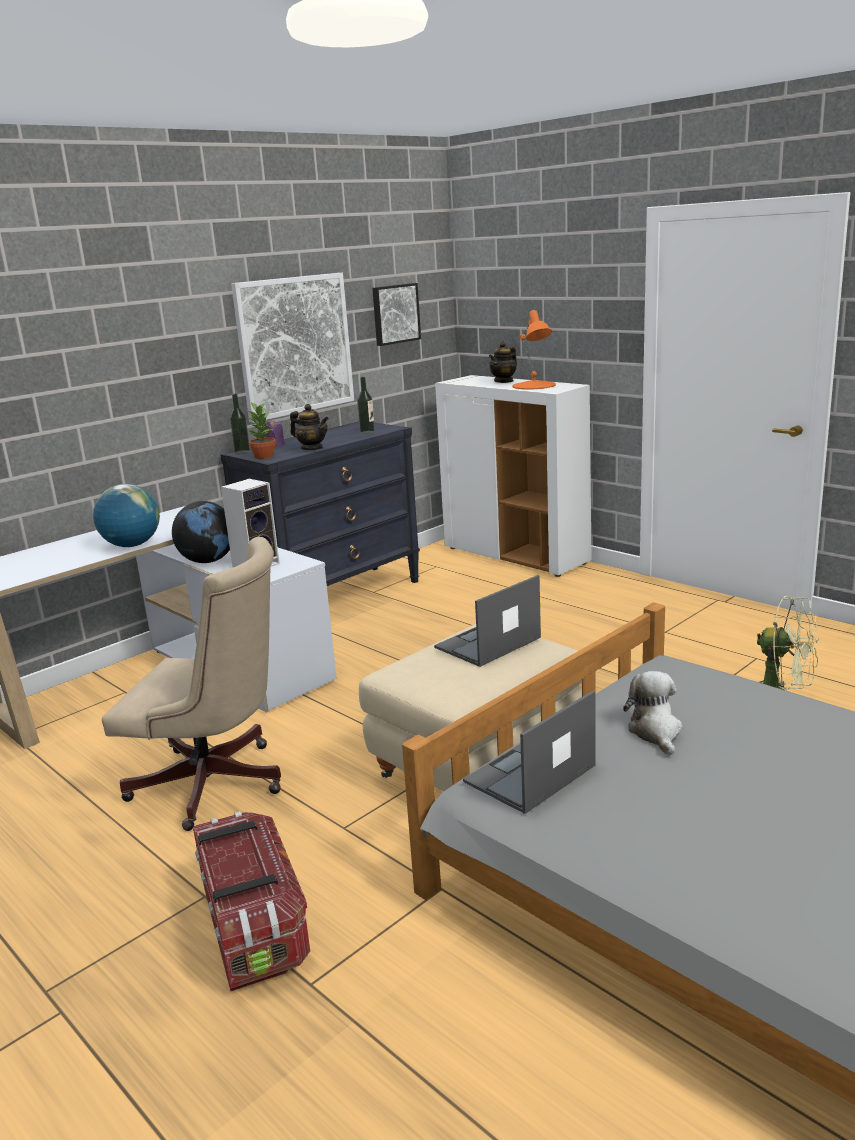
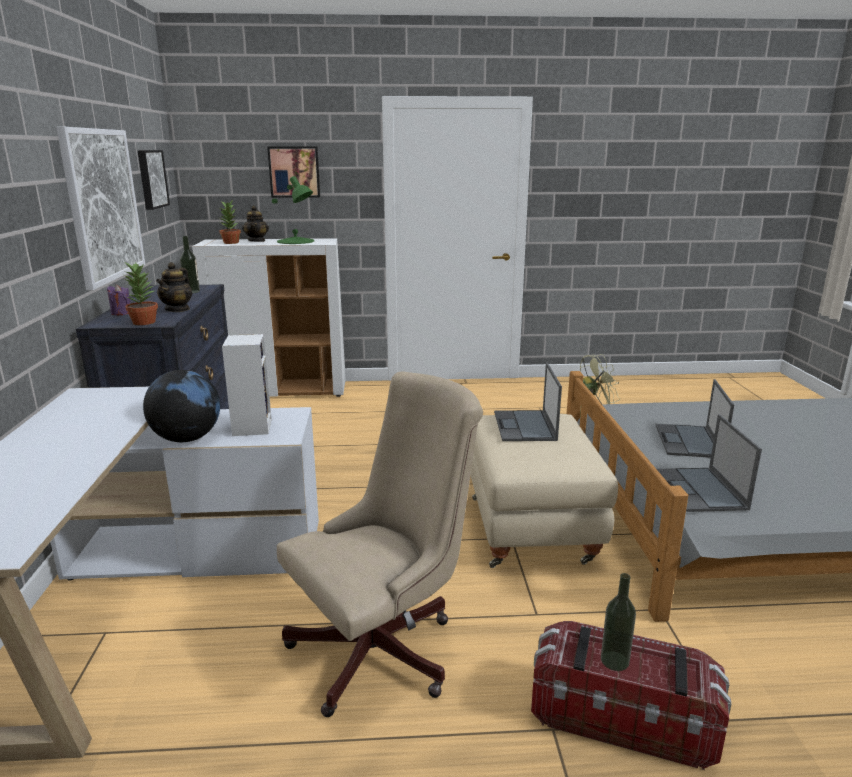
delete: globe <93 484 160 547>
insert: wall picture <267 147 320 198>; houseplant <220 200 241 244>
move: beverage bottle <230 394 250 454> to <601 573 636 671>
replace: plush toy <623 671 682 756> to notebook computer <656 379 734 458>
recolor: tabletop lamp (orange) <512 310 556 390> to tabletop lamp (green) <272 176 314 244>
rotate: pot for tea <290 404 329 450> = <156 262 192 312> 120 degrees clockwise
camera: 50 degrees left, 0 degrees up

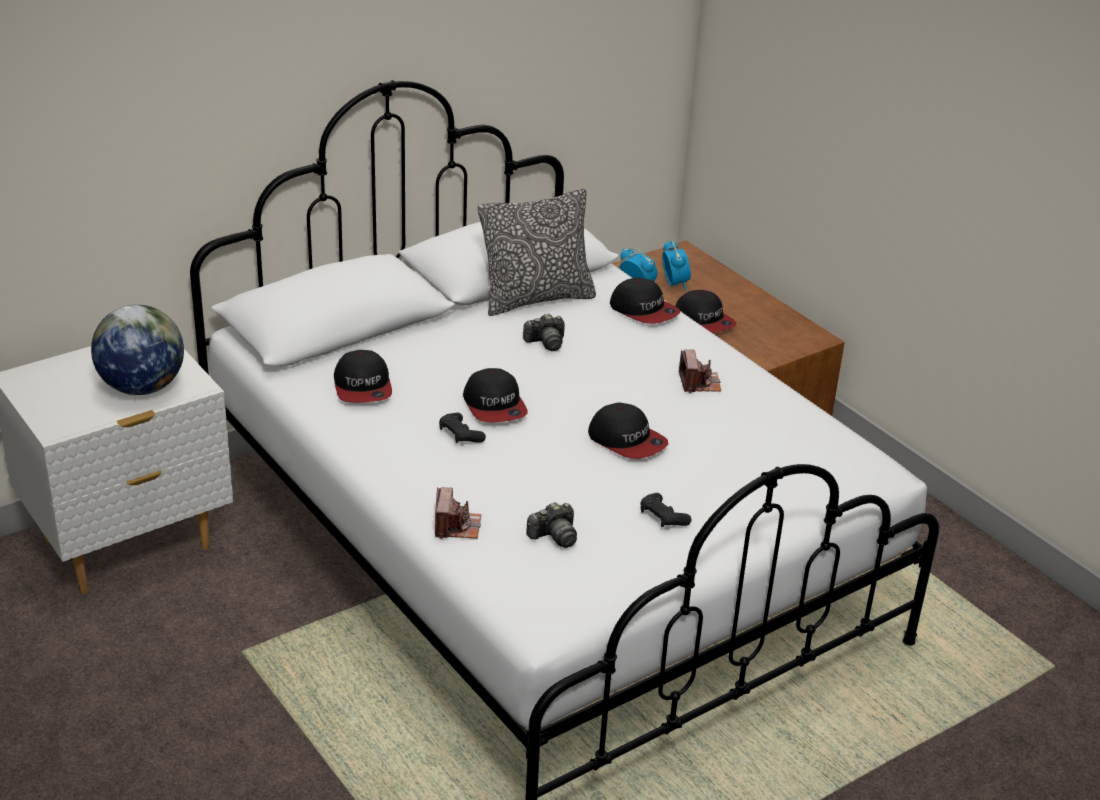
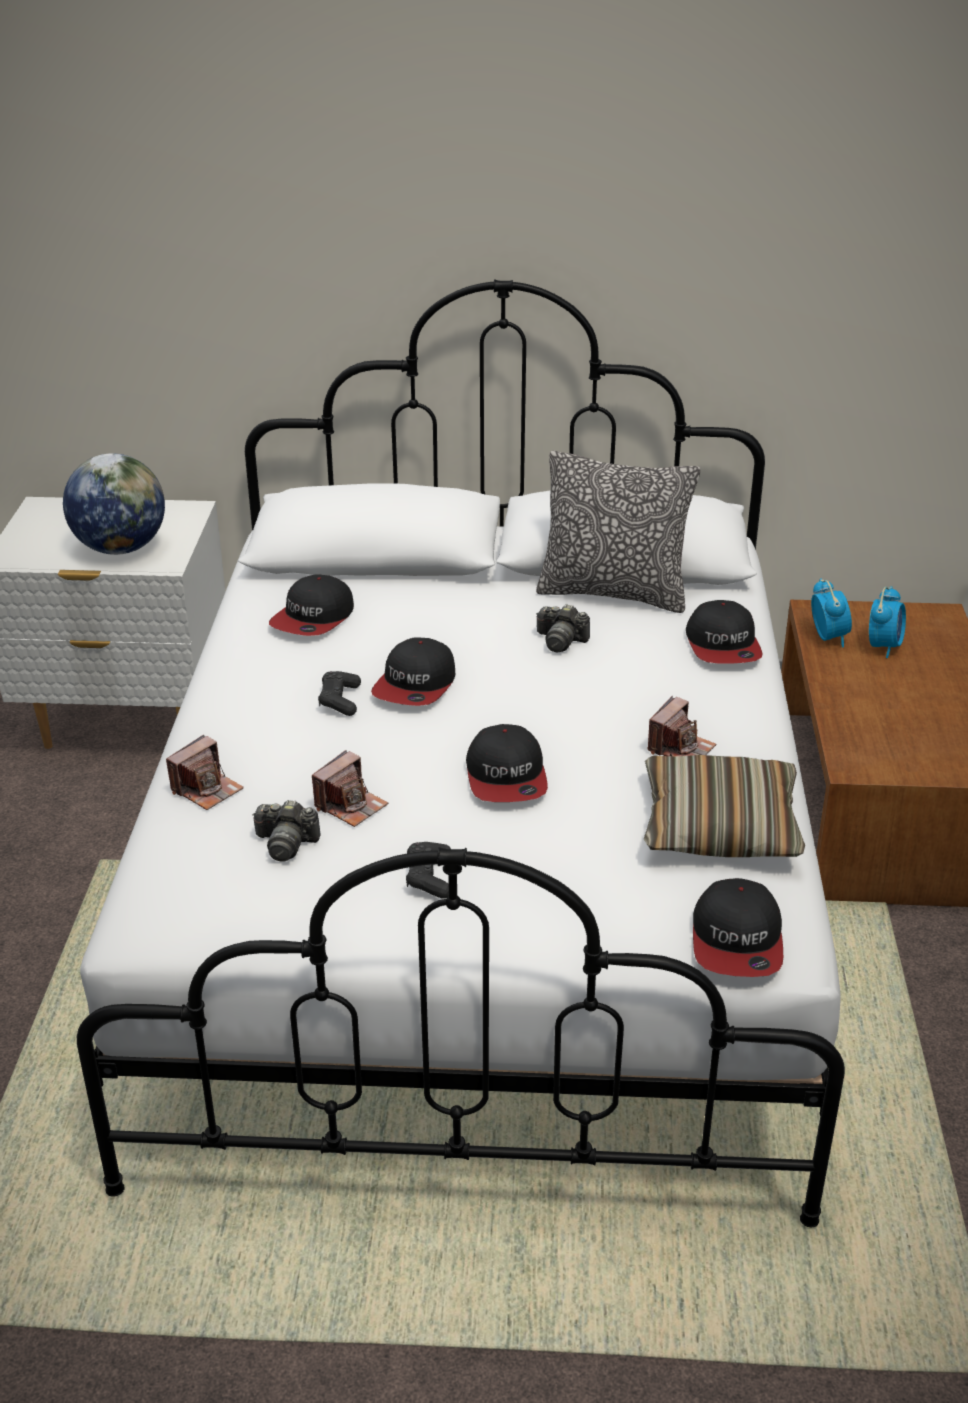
insert: photo camera <312 750 388 827>; cushion <644 755 805 857>
move: baseball cap <675 290 736 333> to <693 878 783 977>
camera: 40 degrees right, 0 degrees up

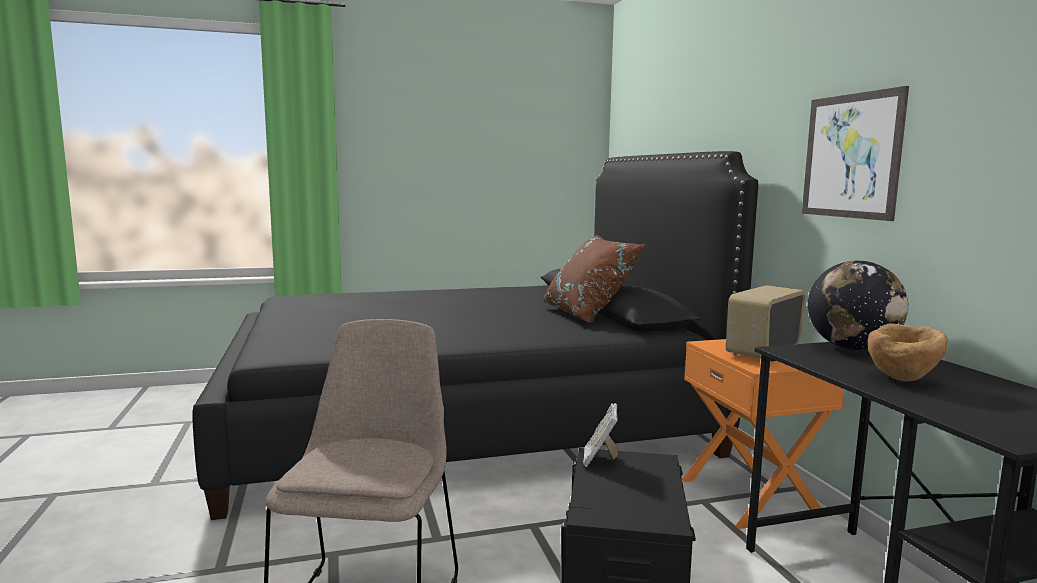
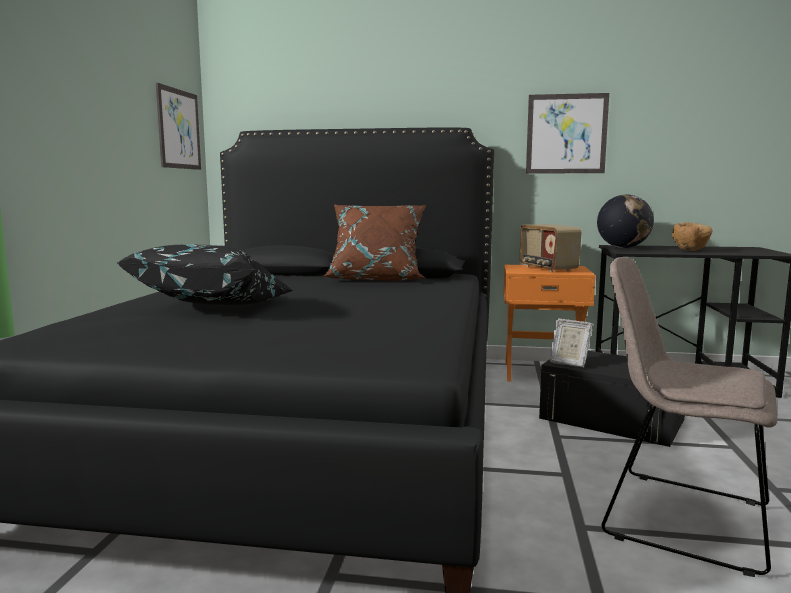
insert: wall picture <156 83 201 170>; cushion (black-coloured) <118 245 293 305>
camera: 65 degrees left, 0 degrees up

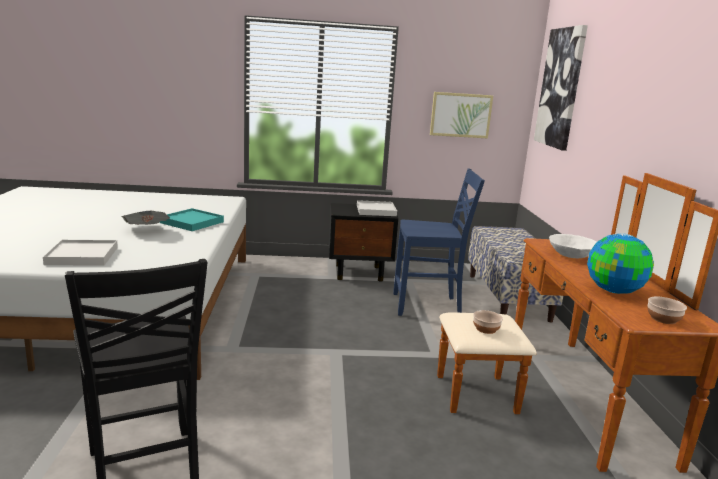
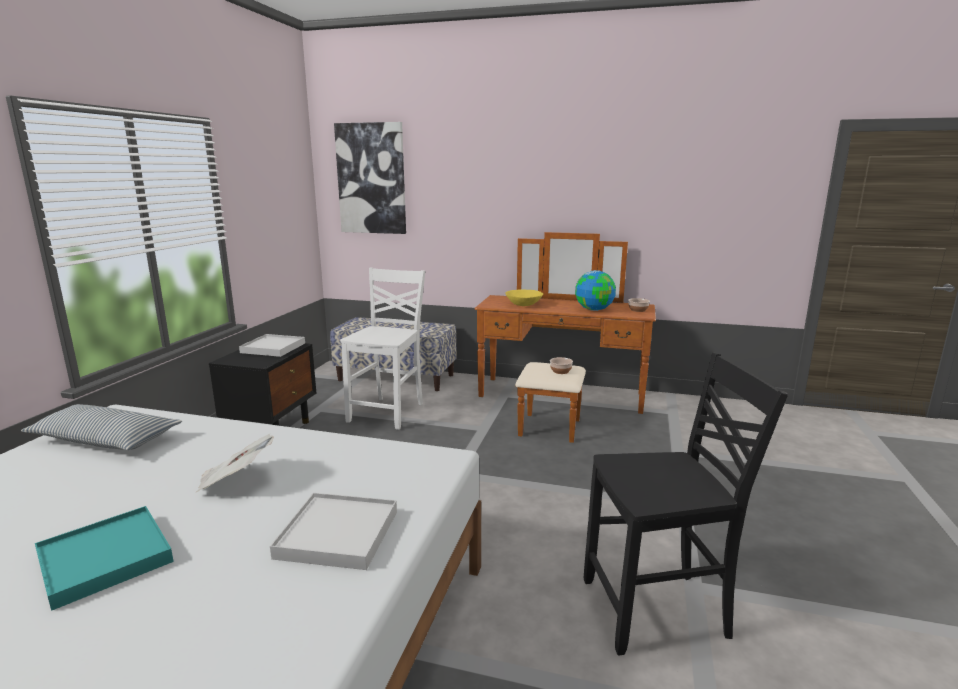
delete: wall picture <430 92 493 138>
insert: cushion <21 404 182 450>
move: tray (turquoise-coloured) <160 208 224 231> to <35 506 174 611>
recolor: chair (blue) <393 168 485 316> to chair (white) <340 268 425 430>; bowl (white) <549 234 597 258> to bowl (yellow-coloured) <505 290 543 306>
camera: 70 degrees left, 0 degrees up

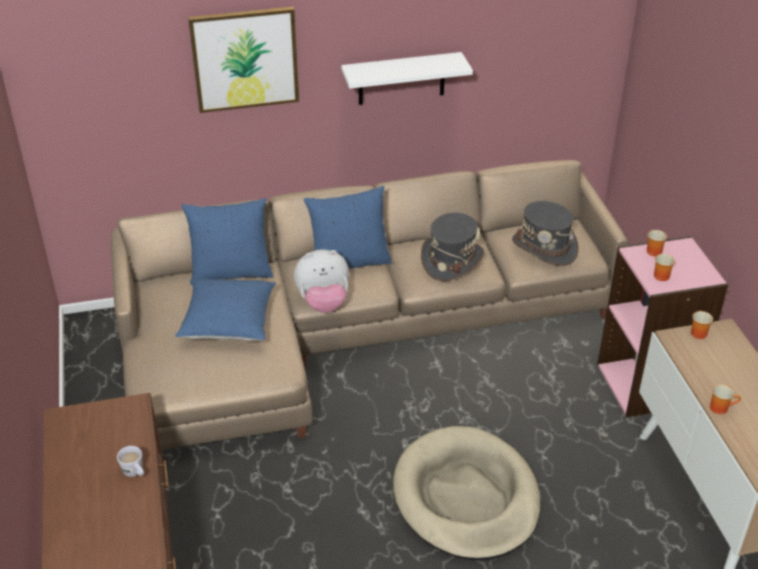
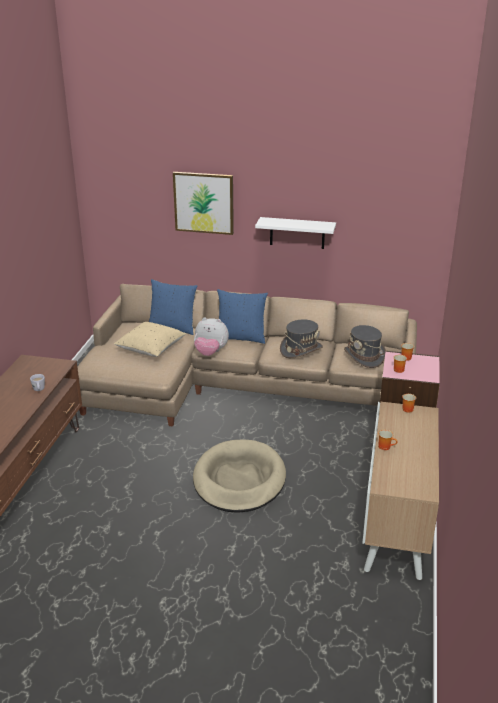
recolor: cushion (blue) <175 279 276 341> to cushion (beige) <114 322 186 357>
camera: 25 degrees right, 10 degrees down

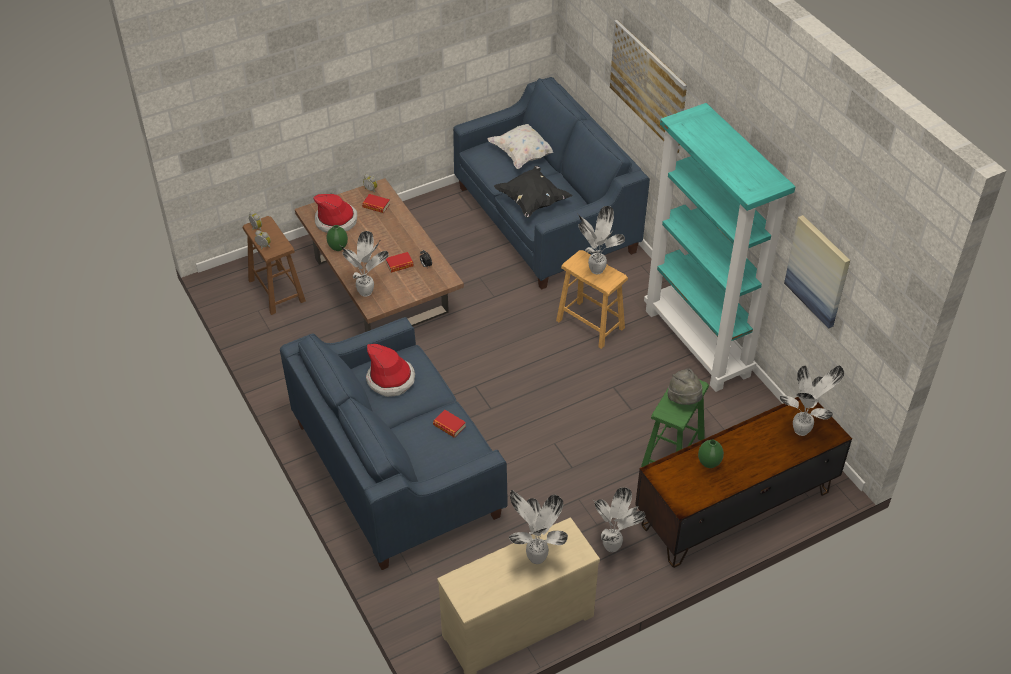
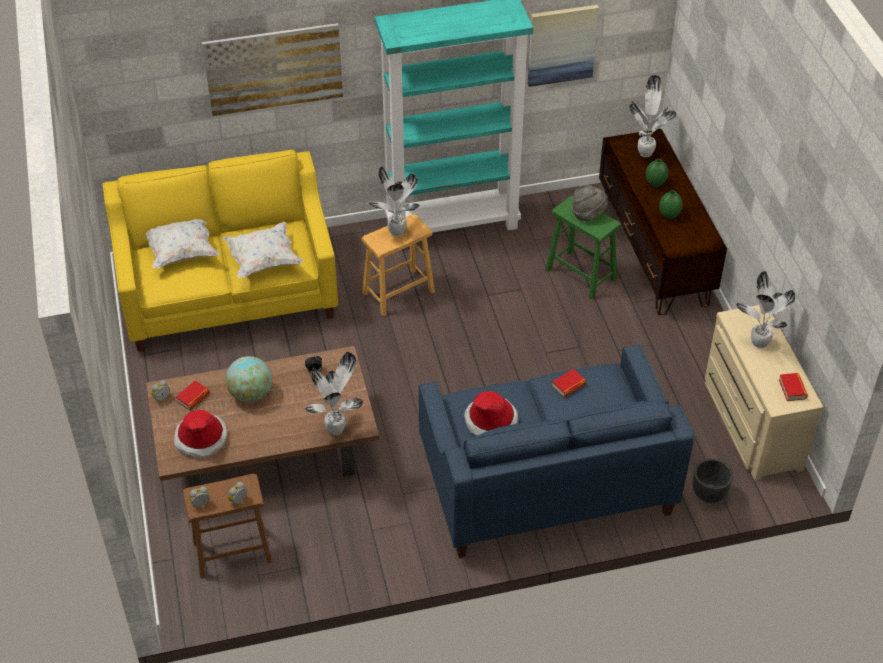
delete: houseplant <593 487 645 552>
insert: globe <225 356 272 403>; flower pot (black-coloured) <693 458 733 503>
move: flower vase (green) <327 225 348 251> to <646 159 668 187>; volume <386 252 414 273> to <779 373 808 401>
recolor: settee (blue) <453 77 650 290> to settee (yellow-coloured) <103 150 338 352>; cushion (black-coloured) <494 166 573 218> to cushion (white) <222 222 303 278>
camera: 75 degrees left, 0 degrees up

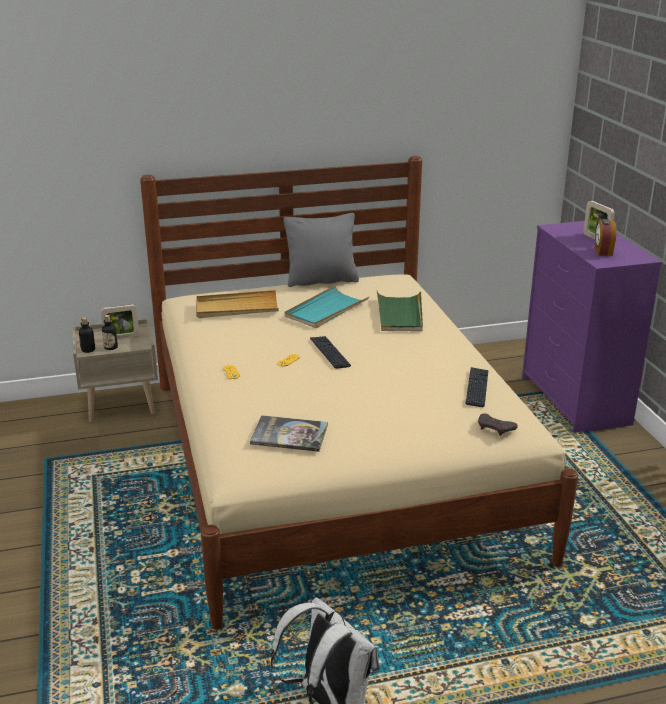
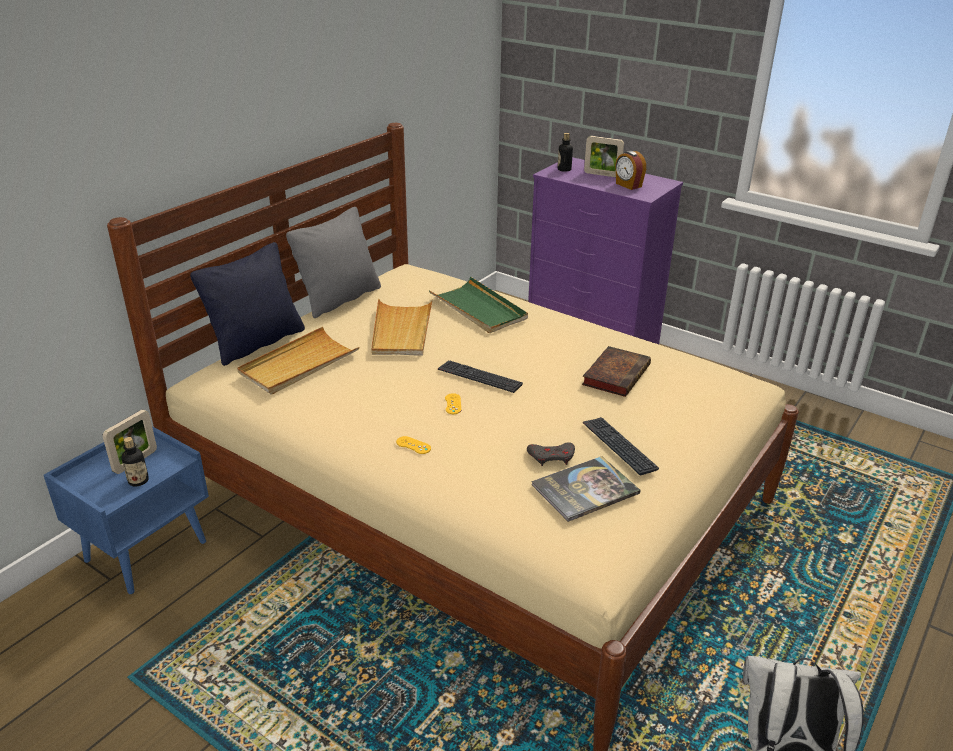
insert: cushion (black-coloured) <190 242 305 366>; volume <582 346 651 397>
move: beverage bottle <79 317 95 353> to <558 133 573 172>; computer keyboard <465 367 489 407> to <583 417 659 475>; gamepad (grey) <478 413 518 436> to <527 442 575 466>
recolor: tray (turquoise-coloured) <285 285 369 328> to tray (beige) <371 299 433 356>; night table (beige) <72 318 158 422> to night table (blue) <44 426 209 594>
camera: 40 degrees left, 5 degrees up

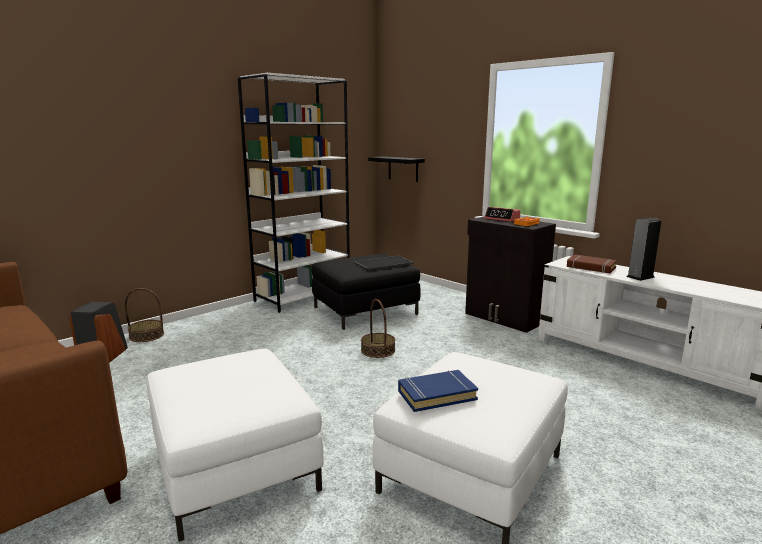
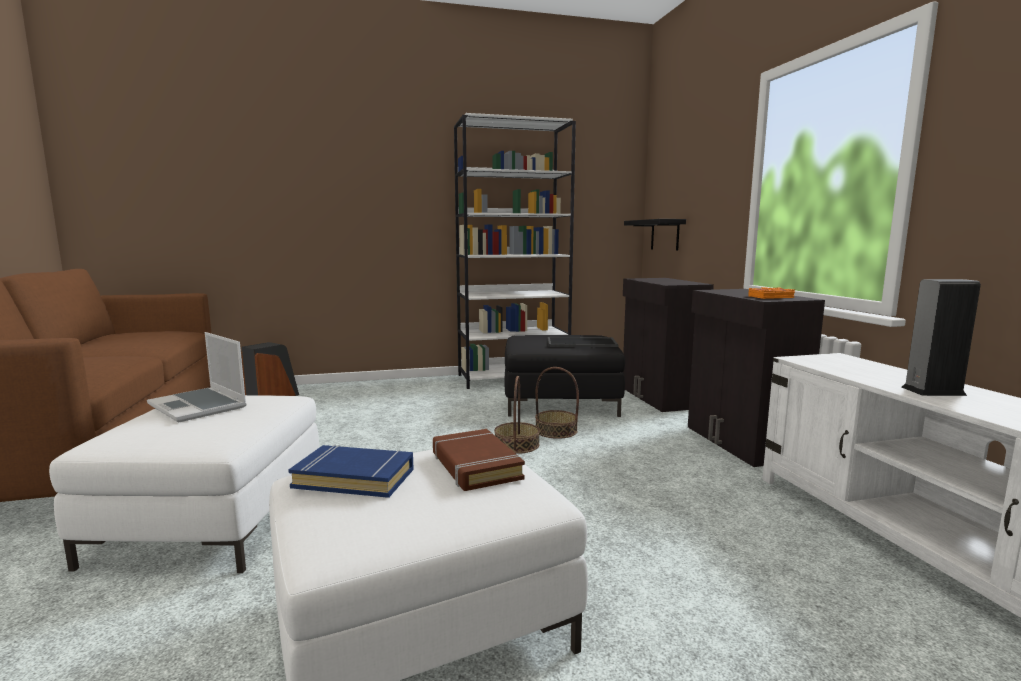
delete: table clock <484 207 521 222>
insert: cupboard (black-coloured) <623 278 714 412>; notebook computer <147 332 247 423>
move: volume (brown) <567 255 617 273> to <433 429 525 491>; storage basket <125 288 164 342> to <535 367 579 439>
camera: 30 degrees right, 5 degrees down

